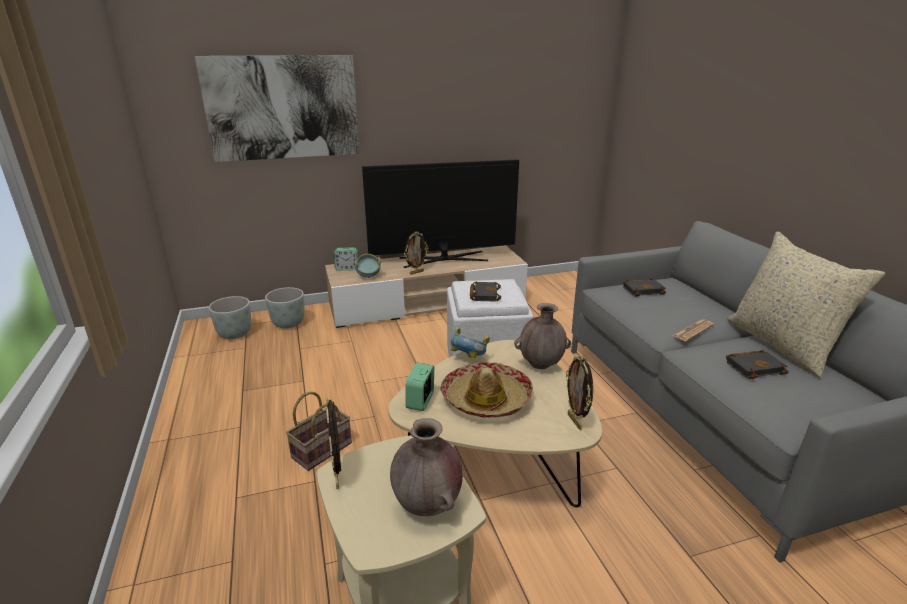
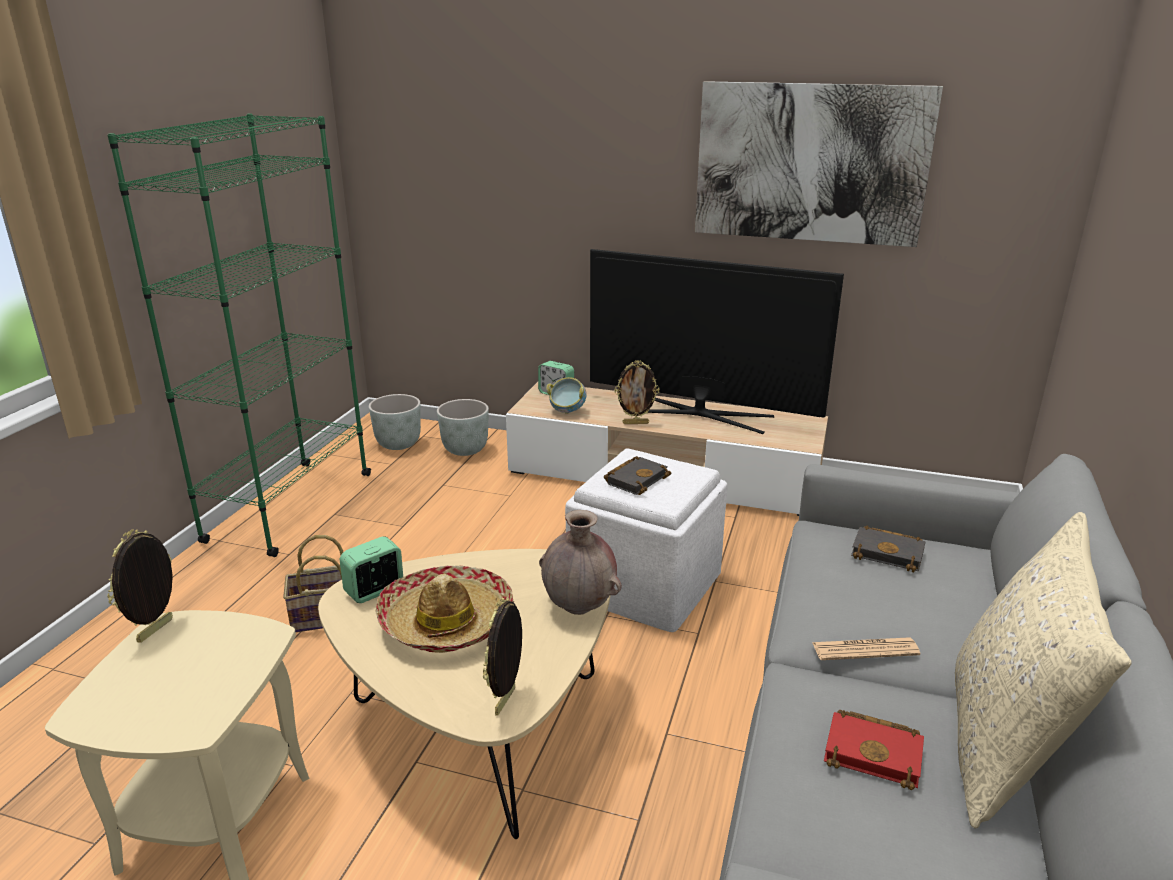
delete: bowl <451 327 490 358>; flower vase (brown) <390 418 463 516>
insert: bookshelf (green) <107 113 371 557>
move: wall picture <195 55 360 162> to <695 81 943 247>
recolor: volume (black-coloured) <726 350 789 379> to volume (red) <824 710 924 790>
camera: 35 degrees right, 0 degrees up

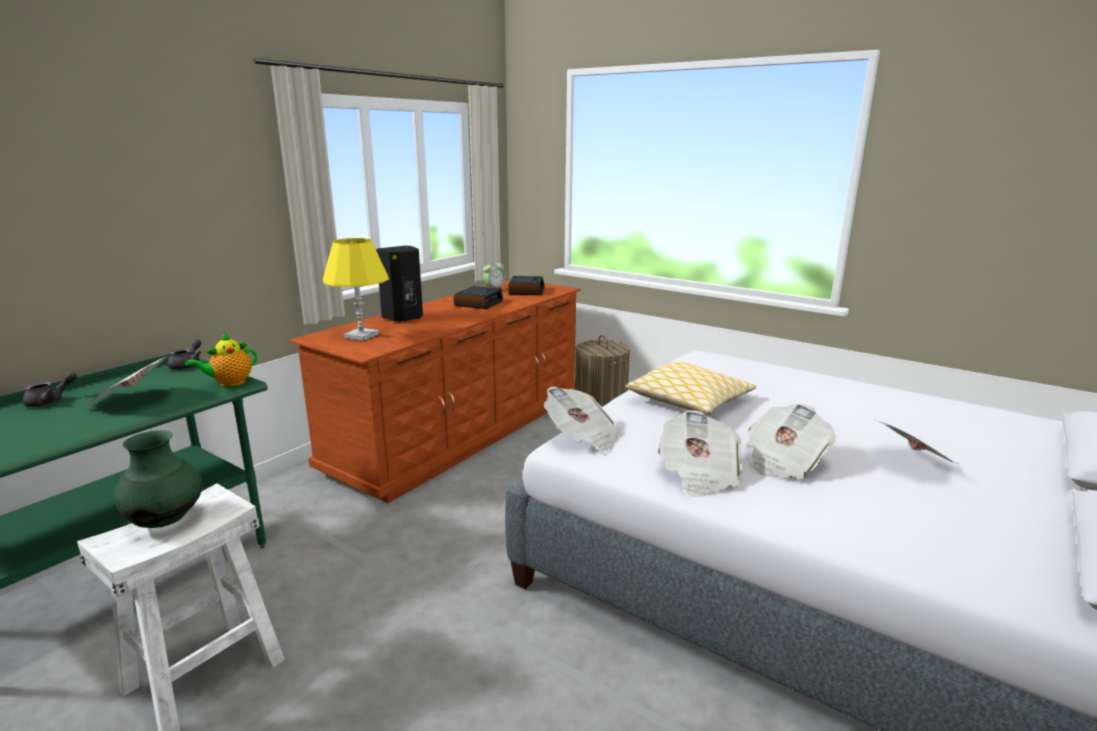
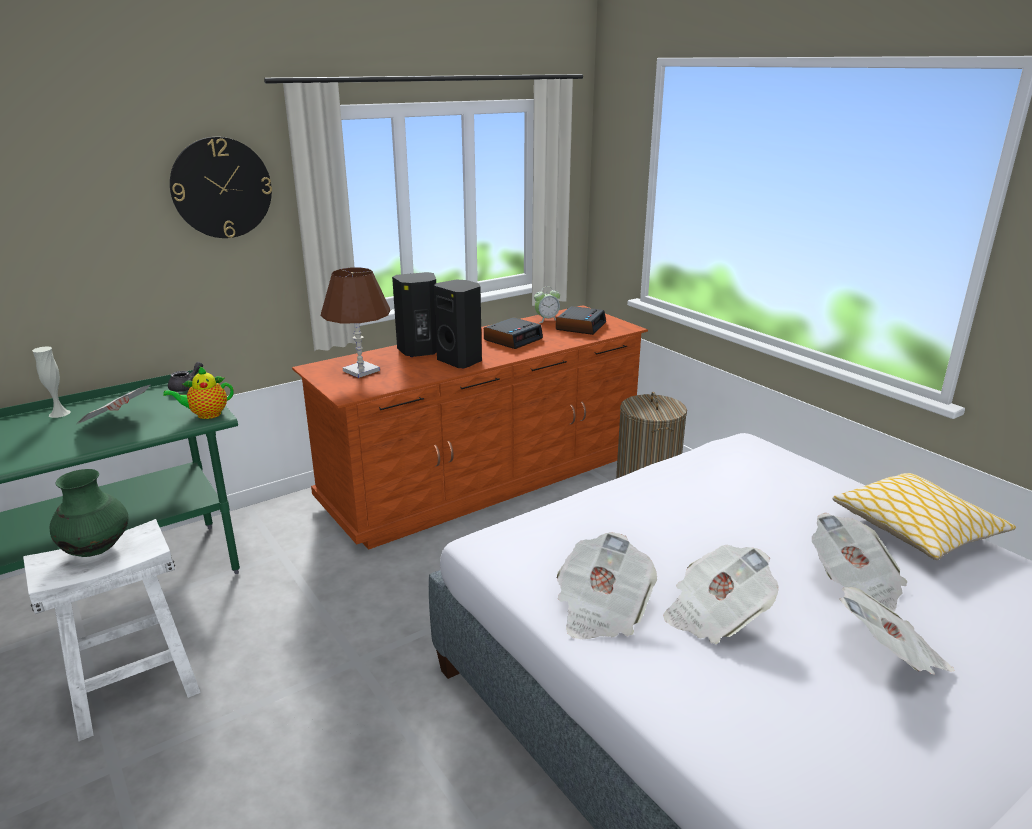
insert: hanging clock <170 137 272 238>; audio speaker (black-coloured) <434 280 482 368>
move: cushion <626 362 756 414> to <833 473 1016 560>; newspaper <544 387 620 453> to <812 513 907 612>
replace: pot for tea (grey) <22 372 77 407> to flower vase (white) <32 346 71 418>
recolor: tabletop lamp (yellow-coloured) <323 238 389 341> to tabletop lamp (brown) <321 268 390 378>
camera: 20 degrees right, 5 degrees up

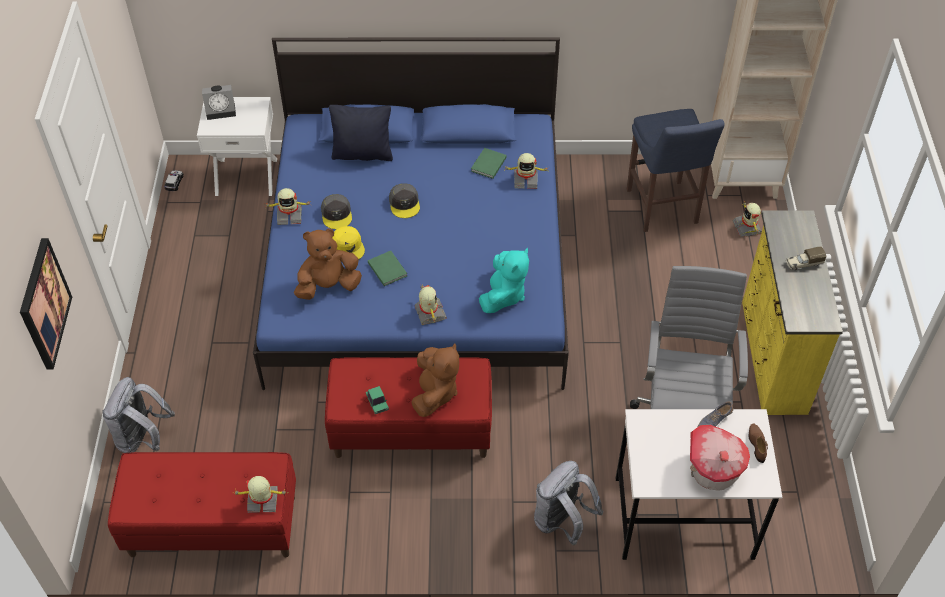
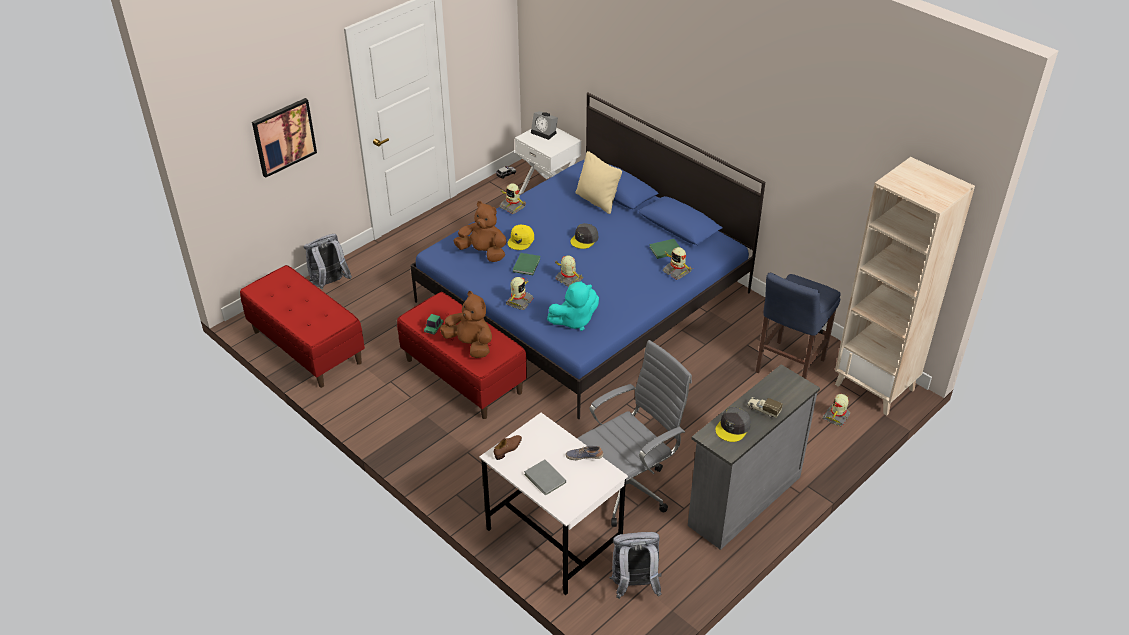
move: baseball cap (grey) <321 194 352 229> to <715 407 751 442>; low shoe (brown) <749 424 768 463> to <494 435 522 460>; backpack (grey) <534 461 603 545> to <609 532 662 599>; model robot <232 476 288 513> to <555 256 583 287>
replace: toy house <690 425 750 491> to volume (grey) <524 460 566 495>
recolor: cushion (black-coloured) <329 105 393 161> to cushion (beige) <575 151 622 214>; drawer chest (yellow-coloured) <742 210 843 415> to drawer chest (grey) <688 364 820 550>
rotate: plush toy (brown) <411 343 459 417> = <440 291 492 358> 105 degrees counterclockwise
camera: 45 degrees right, 10 degrees down

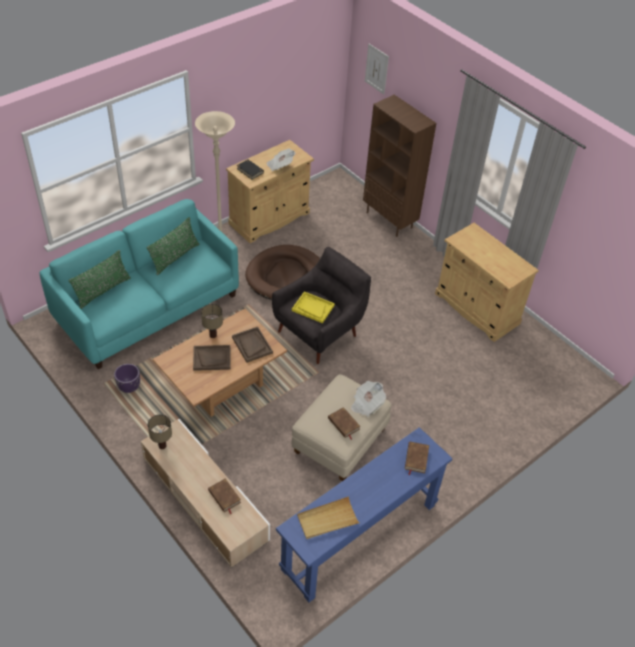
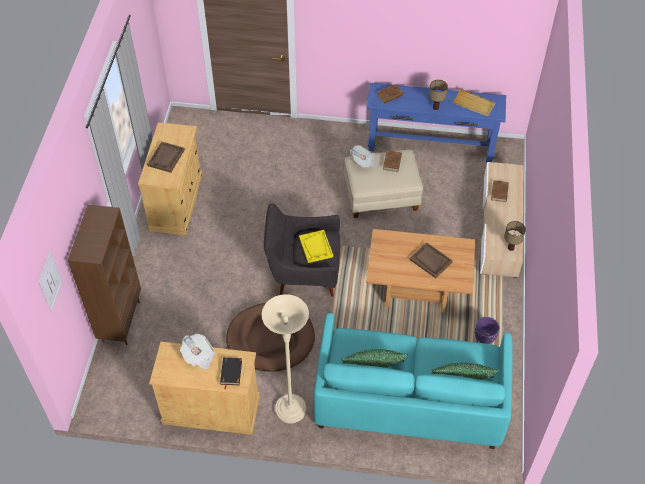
move: tabletop lamp <201 304 223 338> to <429 80 448 110>; tray (brown) <232 327 273 363> to <147 141 185 173>
camera: 130 degrees left, 5 degrees up

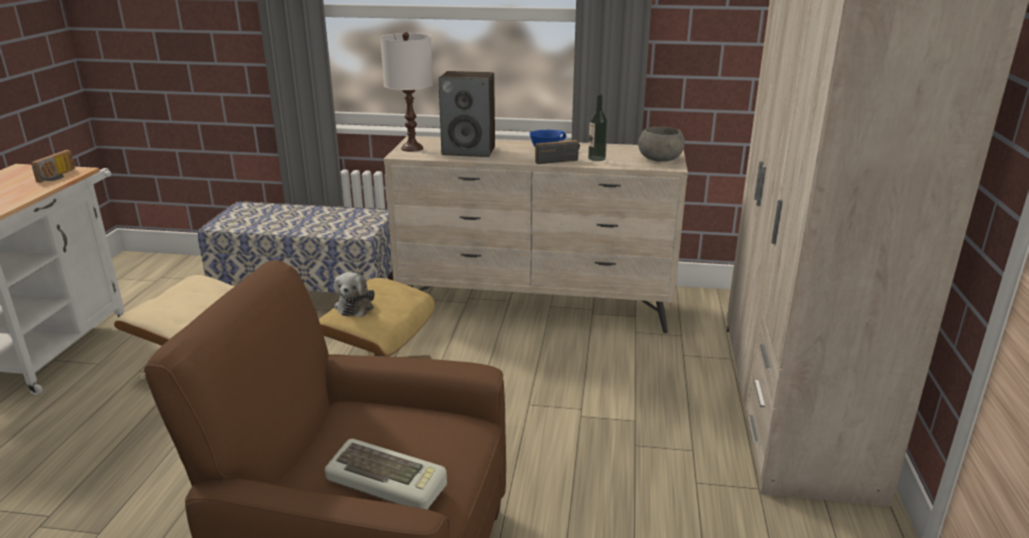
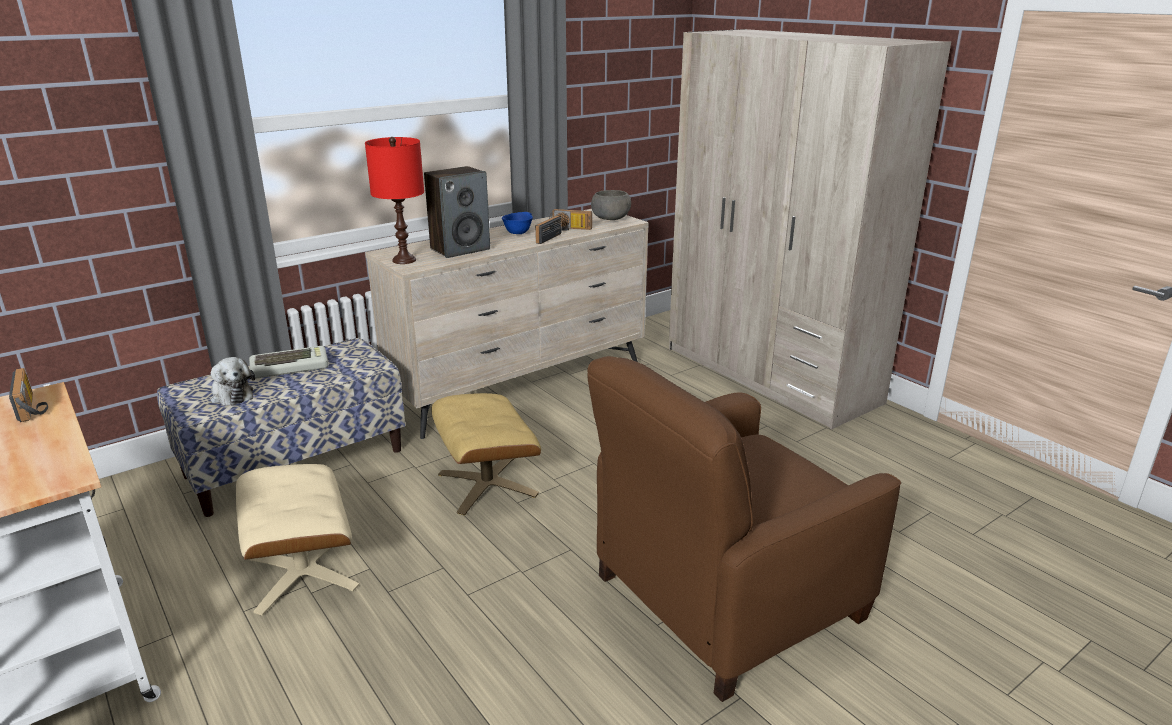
move: plush toy <334 272 375 317> to <211 357 255 406>; computer keyboard <325 439 447 510> to <249 346 328 379>
replace: beverage bottle <588 94 608 161> to radio set <549 209 592 231>
recolor: tabletop lamp (white) <380 32 433 152> to tabletop lamp (red) <365 137 424 264>
camera: 45 degrees left, 0 degrees up

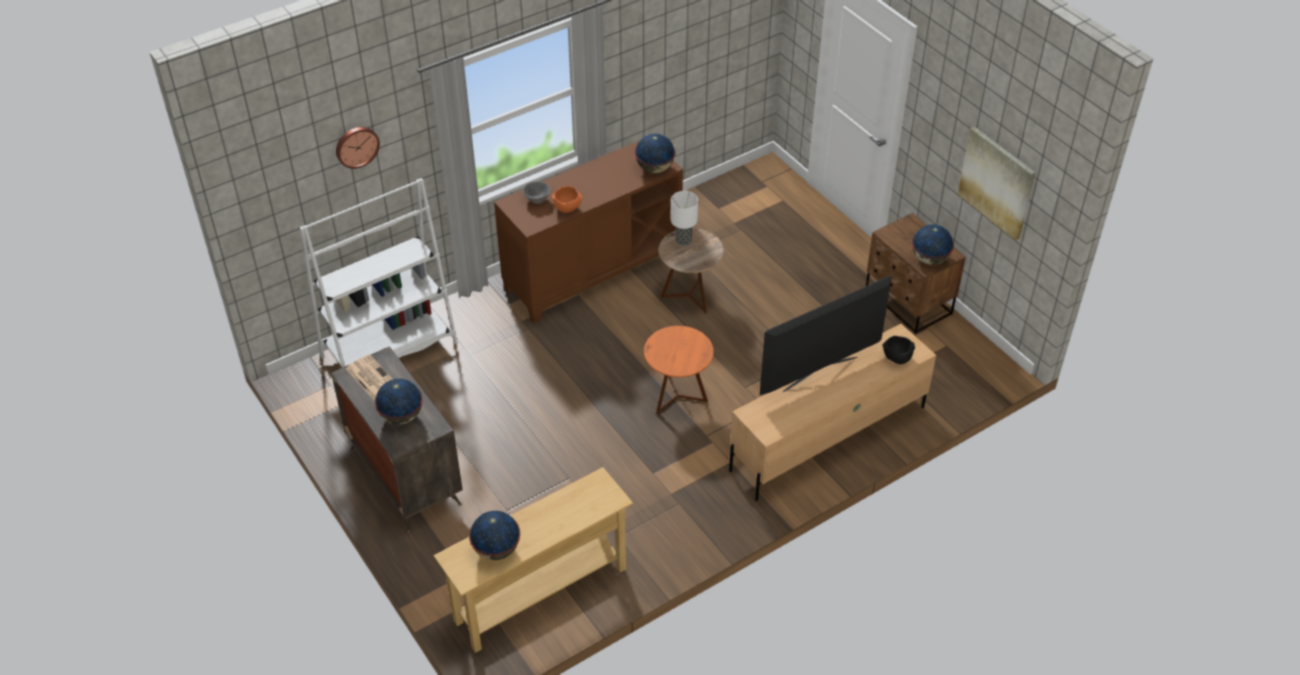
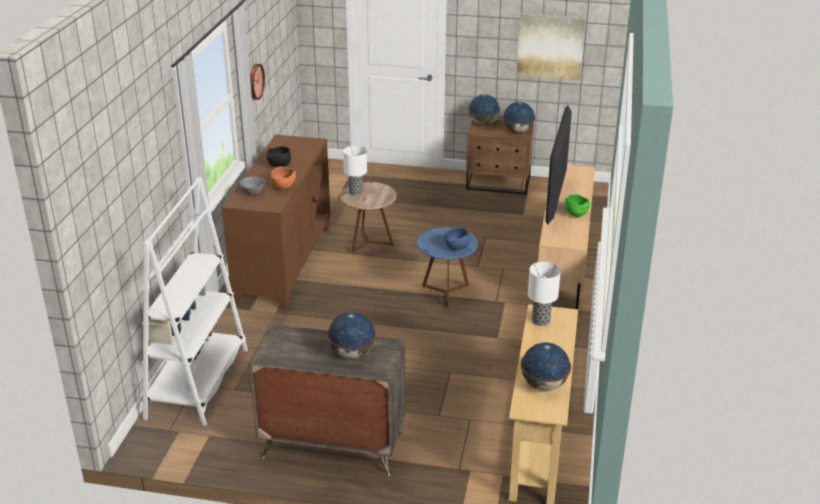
delete: newspaper <346 354 393 400>
insert: bowl (green) <565 194 591 217>; bowl (blue) <445 227 470 250>; tabletop lamp <528 262 561 326>
move: hanging clock <336 127 380 169> to <250 64 265 100>; globe <635 134 675 173> to <468 95 500 125>; bowl (black-coloured) <883 336 915 364> to <266 146 291 167>
recolor: side table (orange) <644 326 714 414> to side table (blue) <417 227 478 309>
camera: 45 degrees left, 15 degrees down

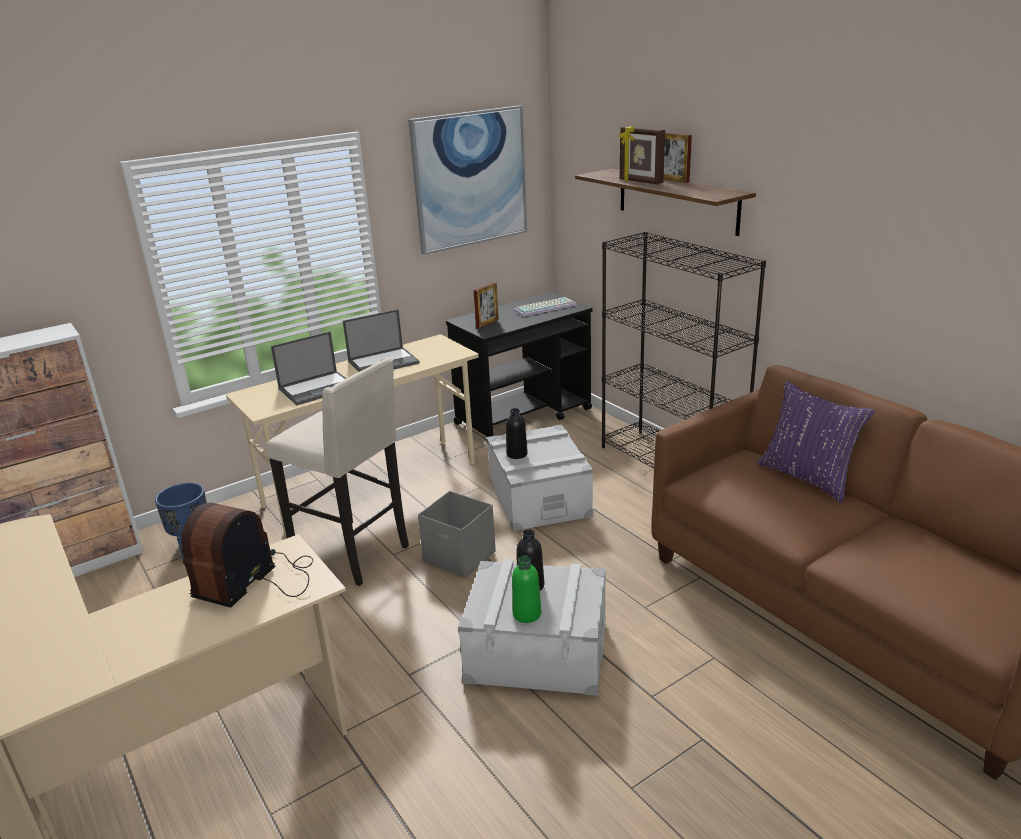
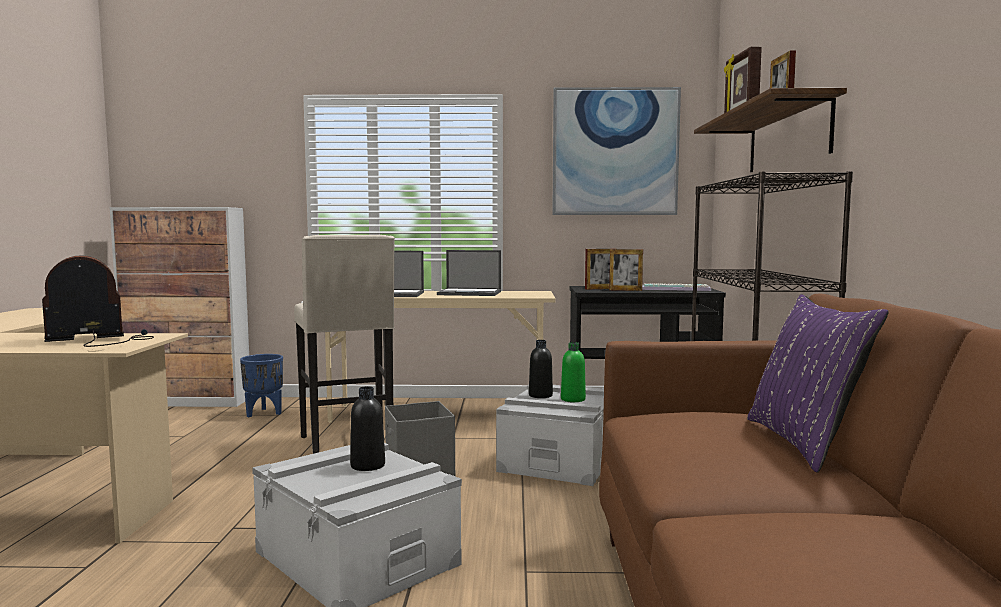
insert: picture frame <609 249 643 291>
move: beverage bottle (green) <512 556 541 623> to <561 342 586 402>
camera: 35 degrees right, 20 degrees down

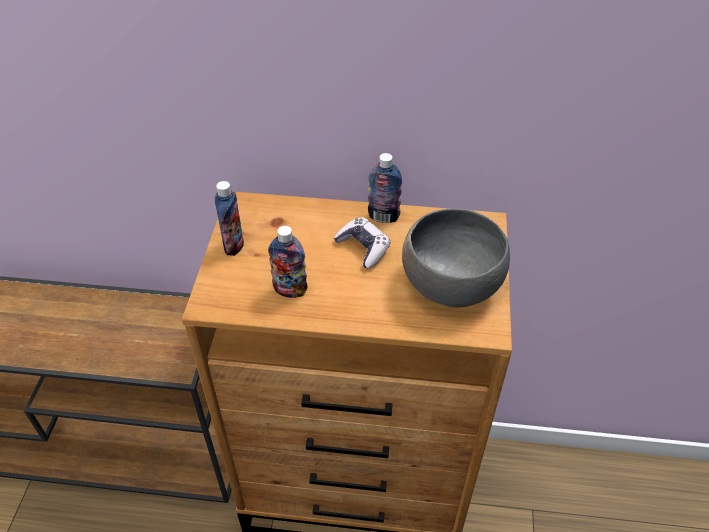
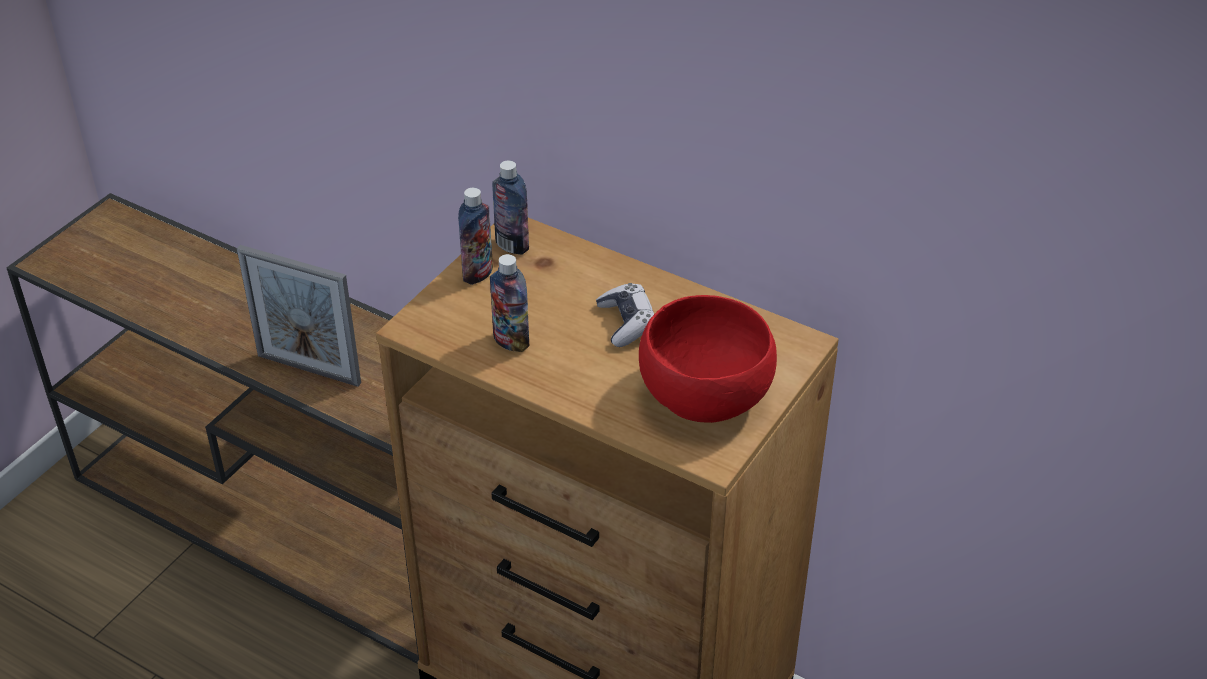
insert: picture frame <237 245 361 387>
move: beverage bottle <368 153 402 223> to <492 160 529 254>
recolor: bowl (grey) <402 208 510 308> to bowl (red) <639 295 777 423>
camera: 25 degrees right, 5 degrees down

